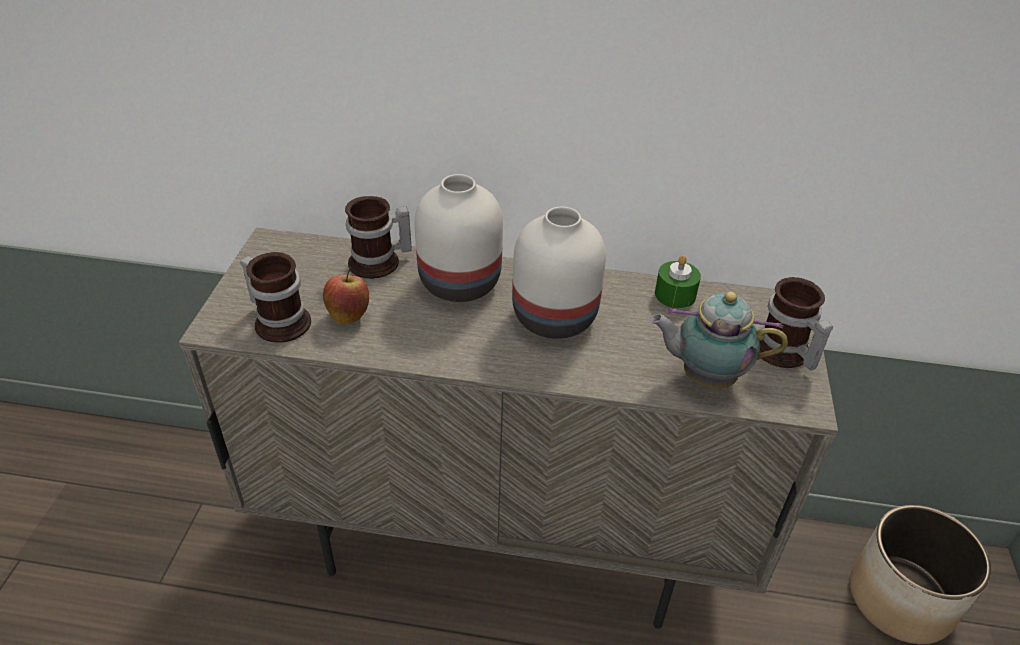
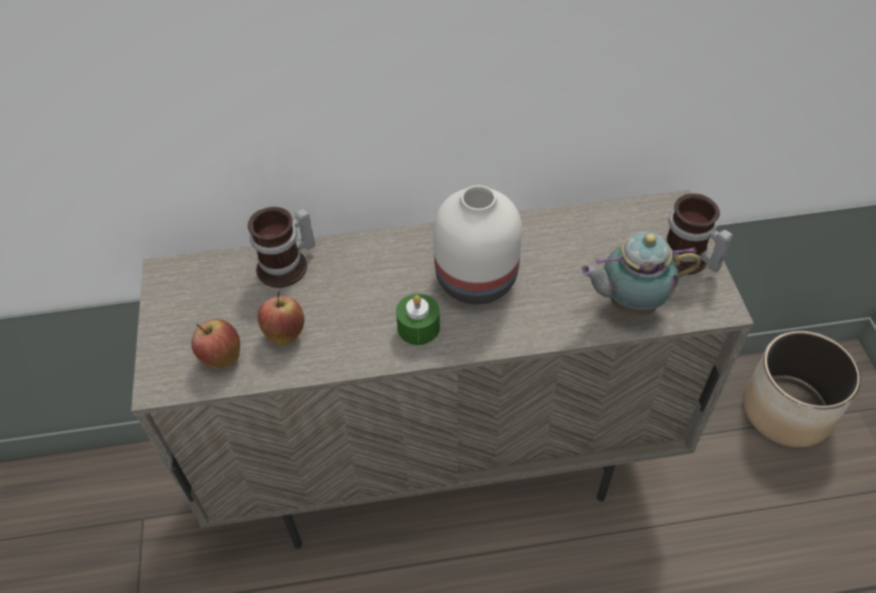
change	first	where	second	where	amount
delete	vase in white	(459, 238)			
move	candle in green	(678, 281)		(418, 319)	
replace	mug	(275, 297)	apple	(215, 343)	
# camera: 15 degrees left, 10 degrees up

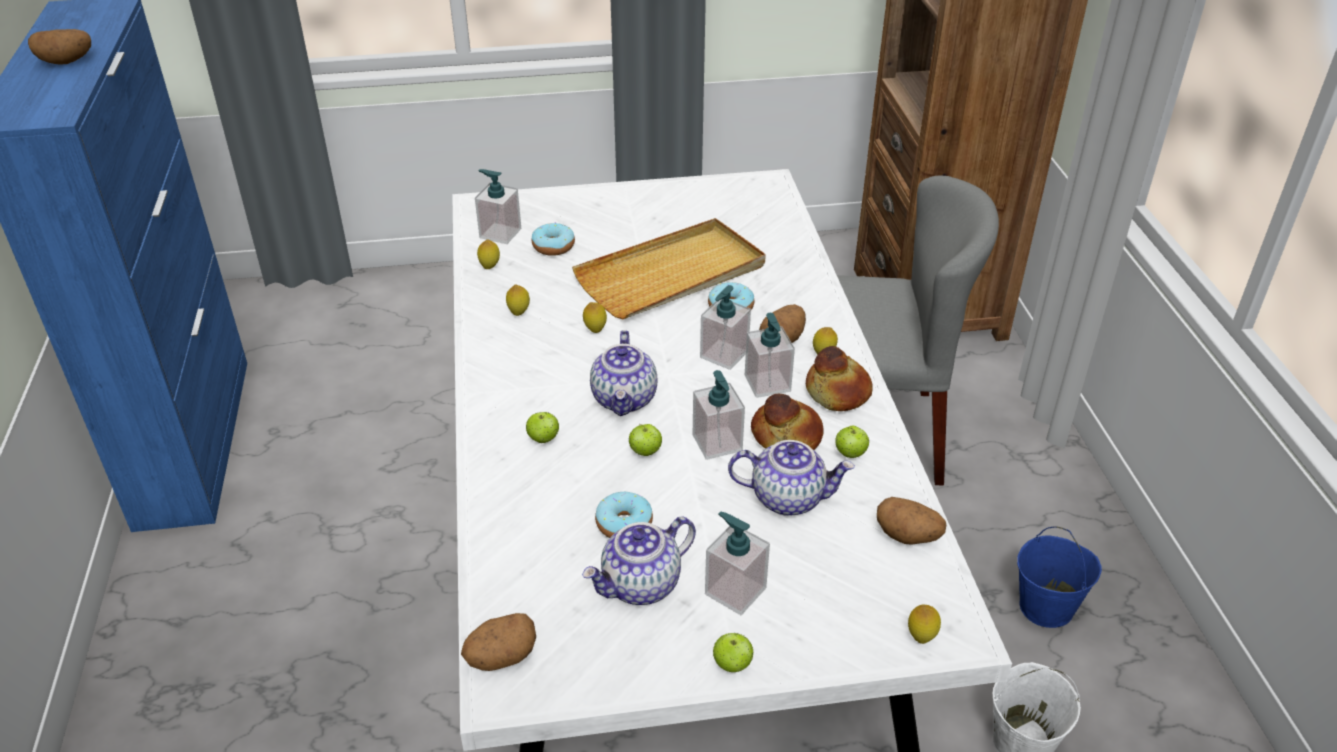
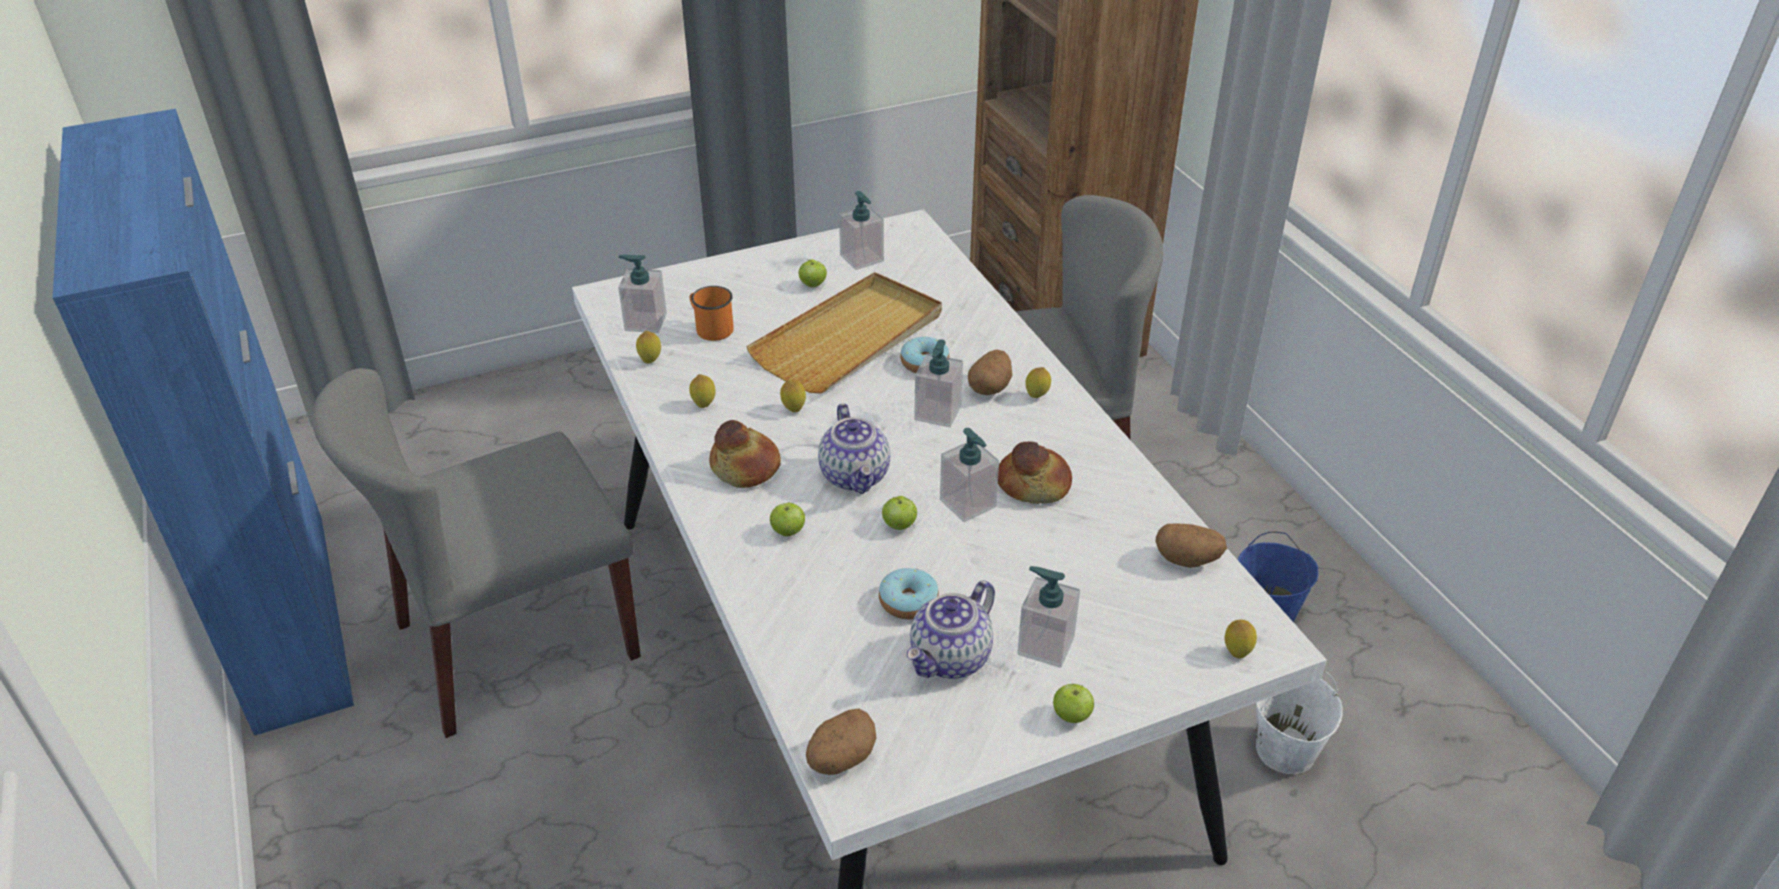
change	first	where	second	where	amount
delete	potato	(59, 47)			
delete	teapot	(791, 478)			
insert			chair in grey	(476, 553)	
move	soap dispenser	(770, 355)		(861, 230)	
move	bread	(839, 378)		(745, 454)	
move	apple	(852, 442)		(812, 273)	
replace	donut	(553, 239)	mug in orange	(712, 313)	
# camera: 15 degrees left, 0 degrees up

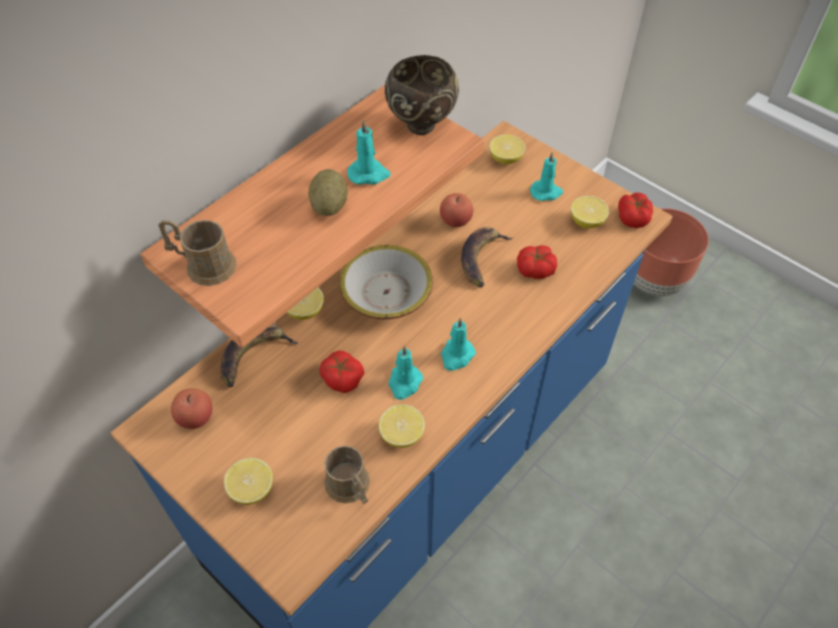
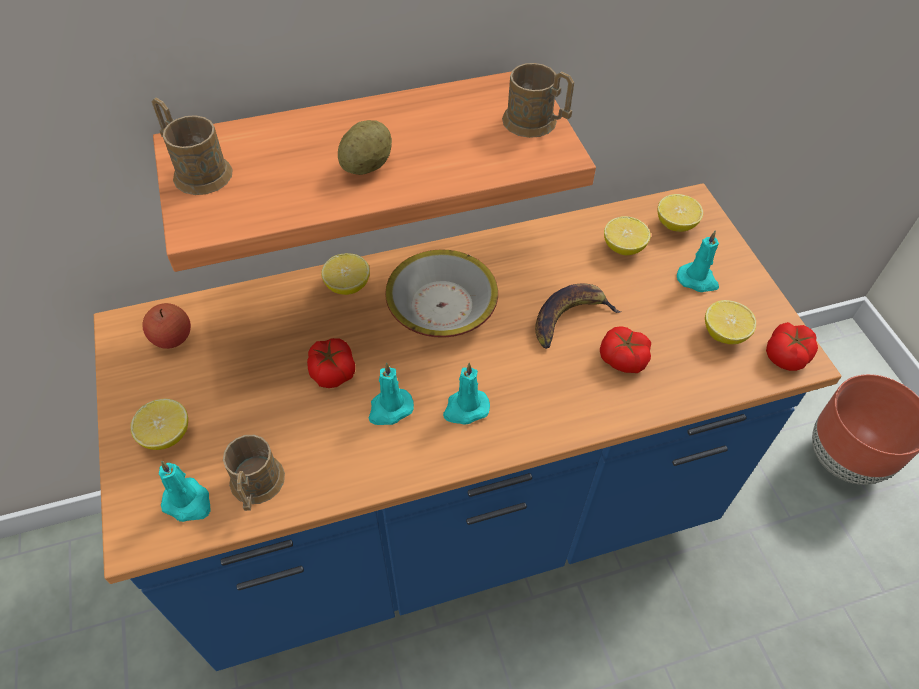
change	first	where	second	where	amount
delete	banana	(259, 355)			
delete	apple	(456, 210)			
move	candle in turquoise	(369, 152)		(184, 491)	
move	lemon	(402, 426)		(627, 235)	
replace	bowl in brown	(422, 95)	mug in brown	(538, 100)	
# camera: 30 degrees right, 0 degrees up

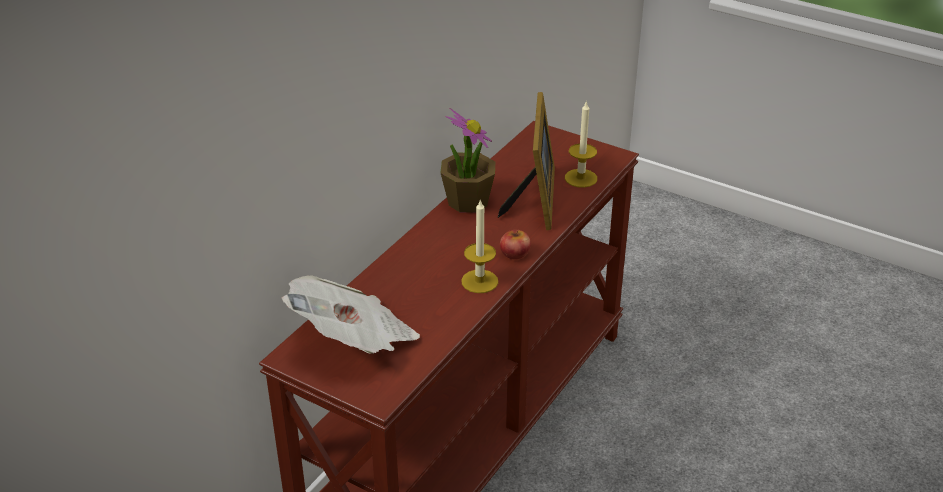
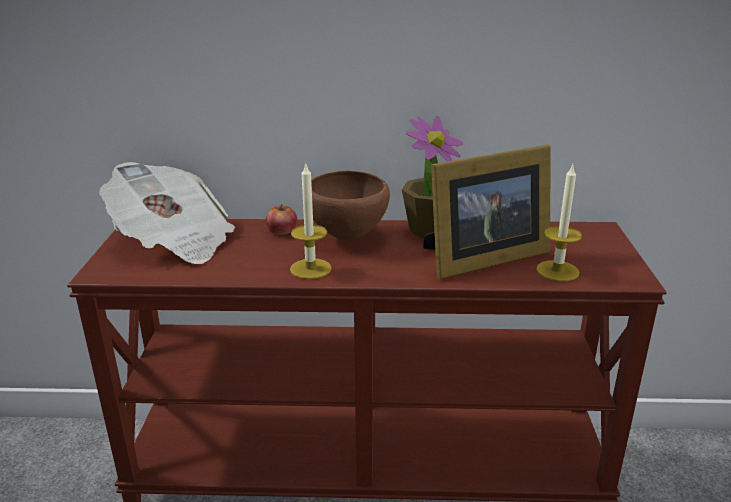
change	first	where	second	where	amount
insert			bowl in brown	(350, 206)	
move	apple	(515, 244)		(281, 220)	
# camera: 60 degrees right, 10 degrees down

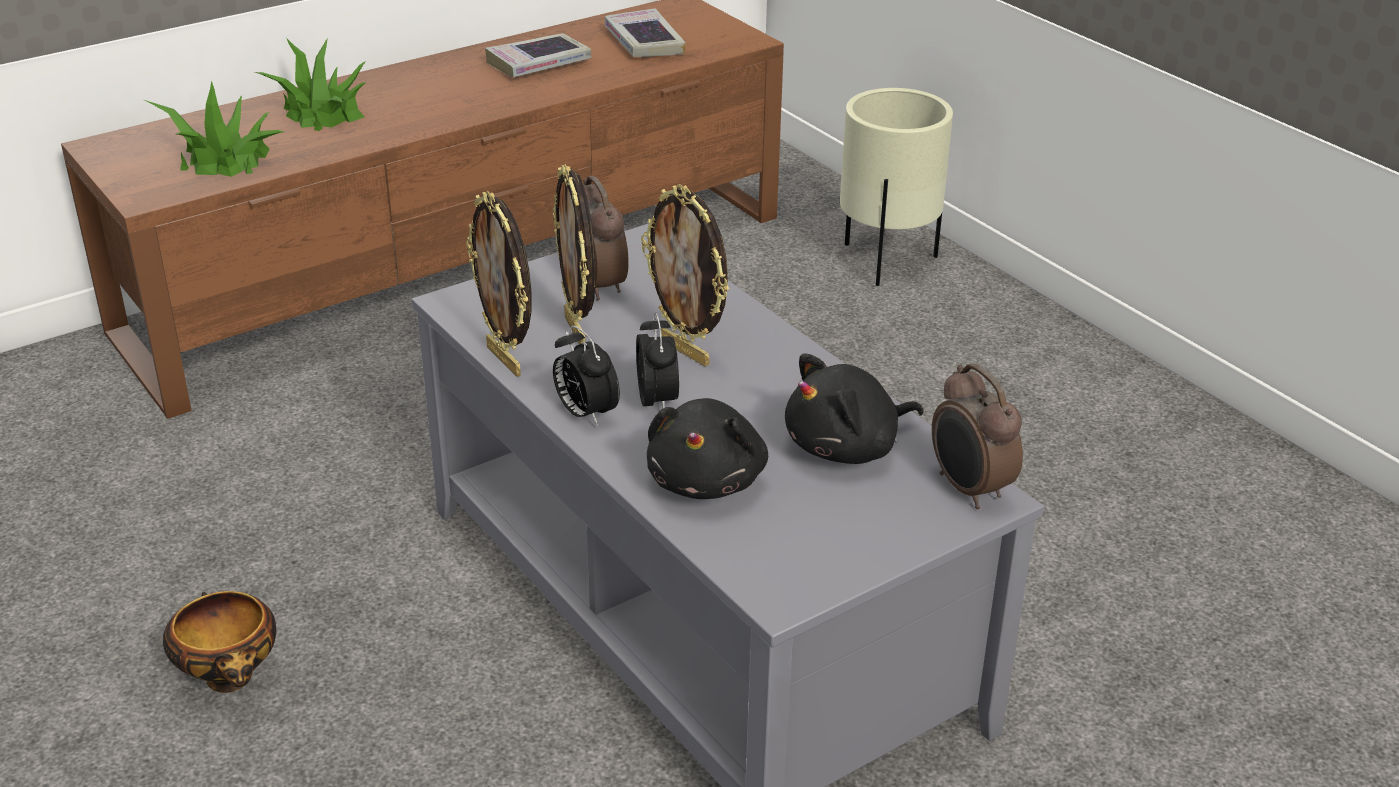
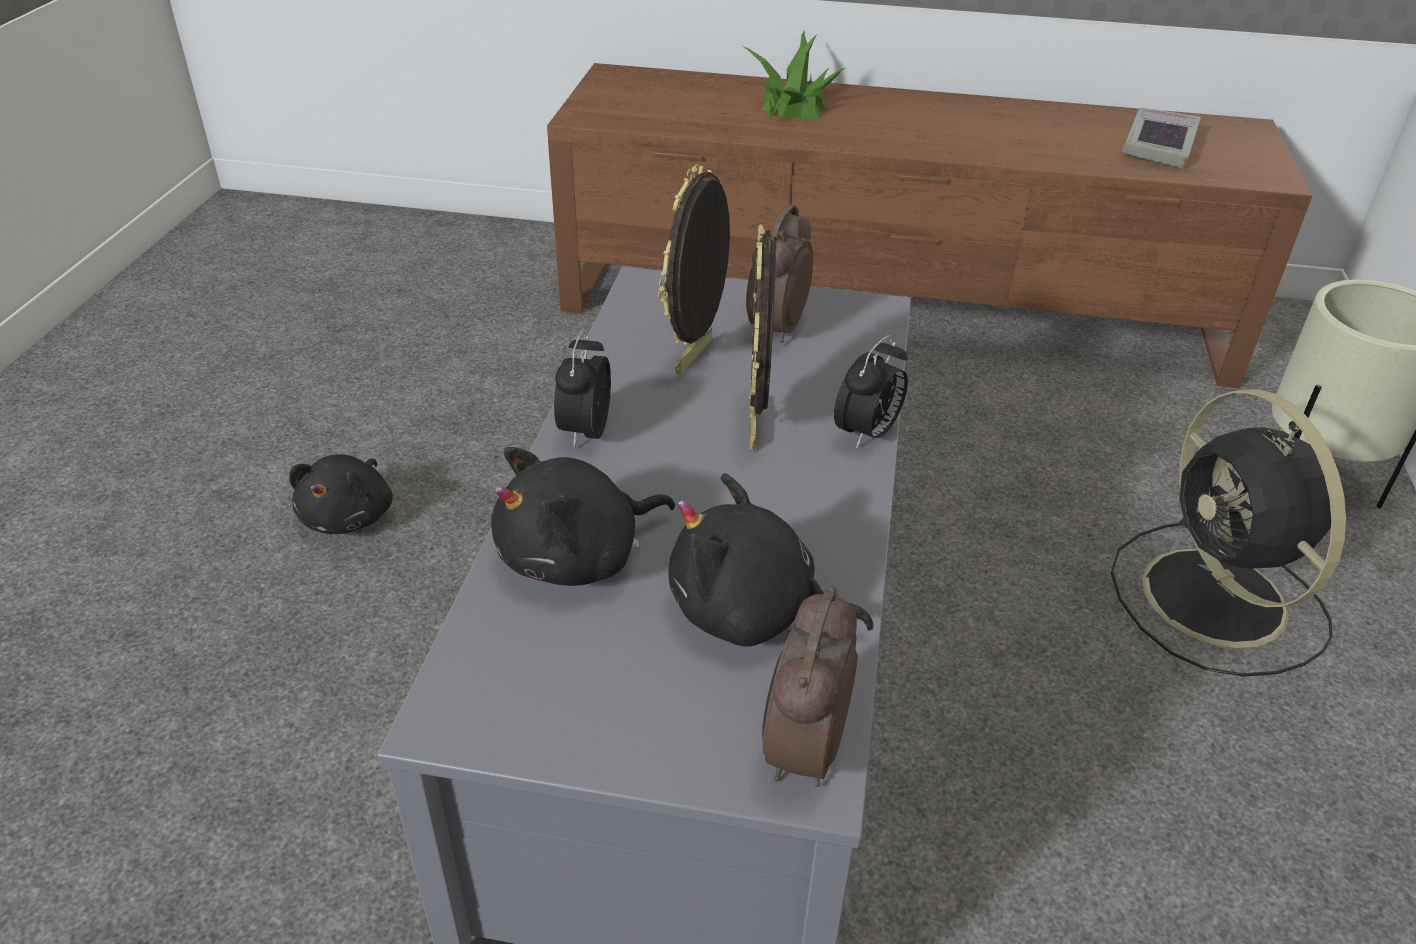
change	first	where	second	where	amount
delete	potted plant	(214, 129)			
delete	picture frame	(499, 284)			
delete	book	(538, 55)			
insert			fan in black	(1228, 533)	
move	alarm clock	(657, 360)		(871, 391)	
replace	bowl	(219, 642)	plush toy in black	(341, 494)	
# camera: 45 degrees right, 5 degrees up

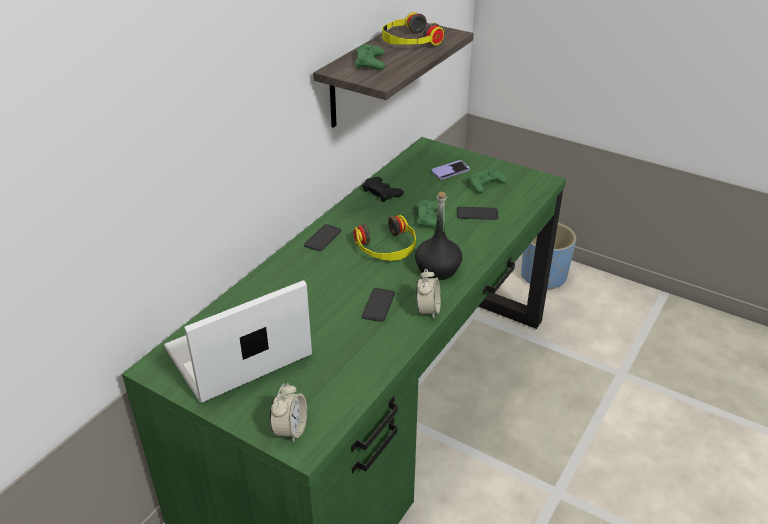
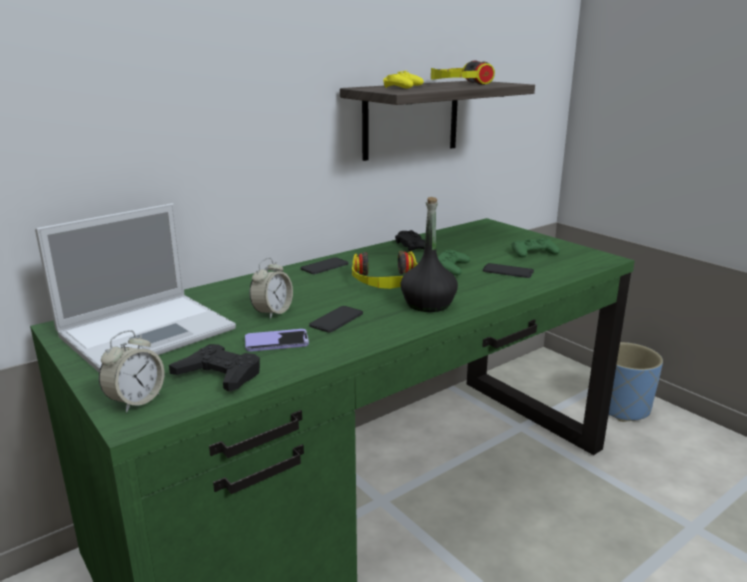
change	first	where	second	where	amount
insert			game controller in black	(214, 367)	
move	alarm clock	(428, 293)		(271, 288)	
move	phone	(450, 170)		(277, 340)	
recolor	game controller in green	(370, 57)	game controller in yellow	(403, 79)	
rotate	laptop	(238, 341)		(135, 287)	150 degrees clockwise
# camera: 20 degrees right, 15 degrees down

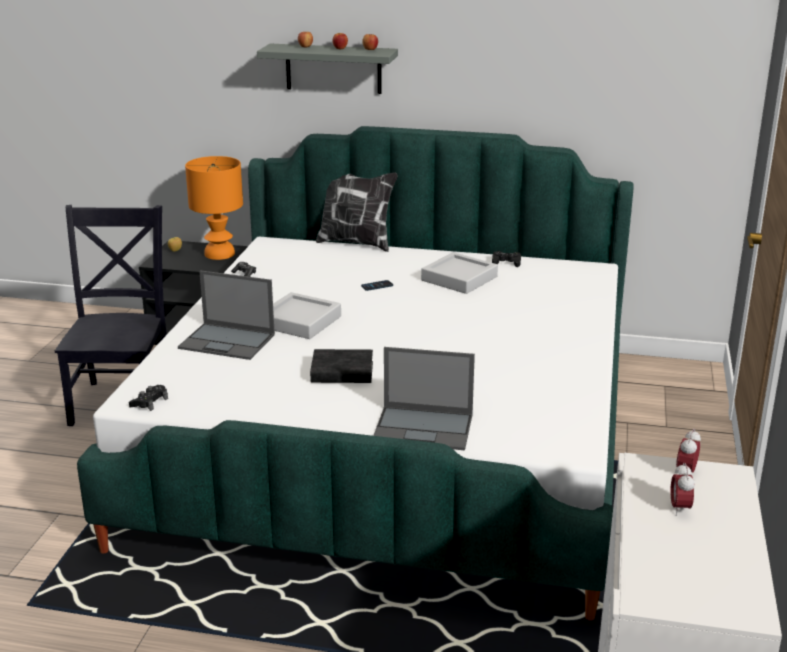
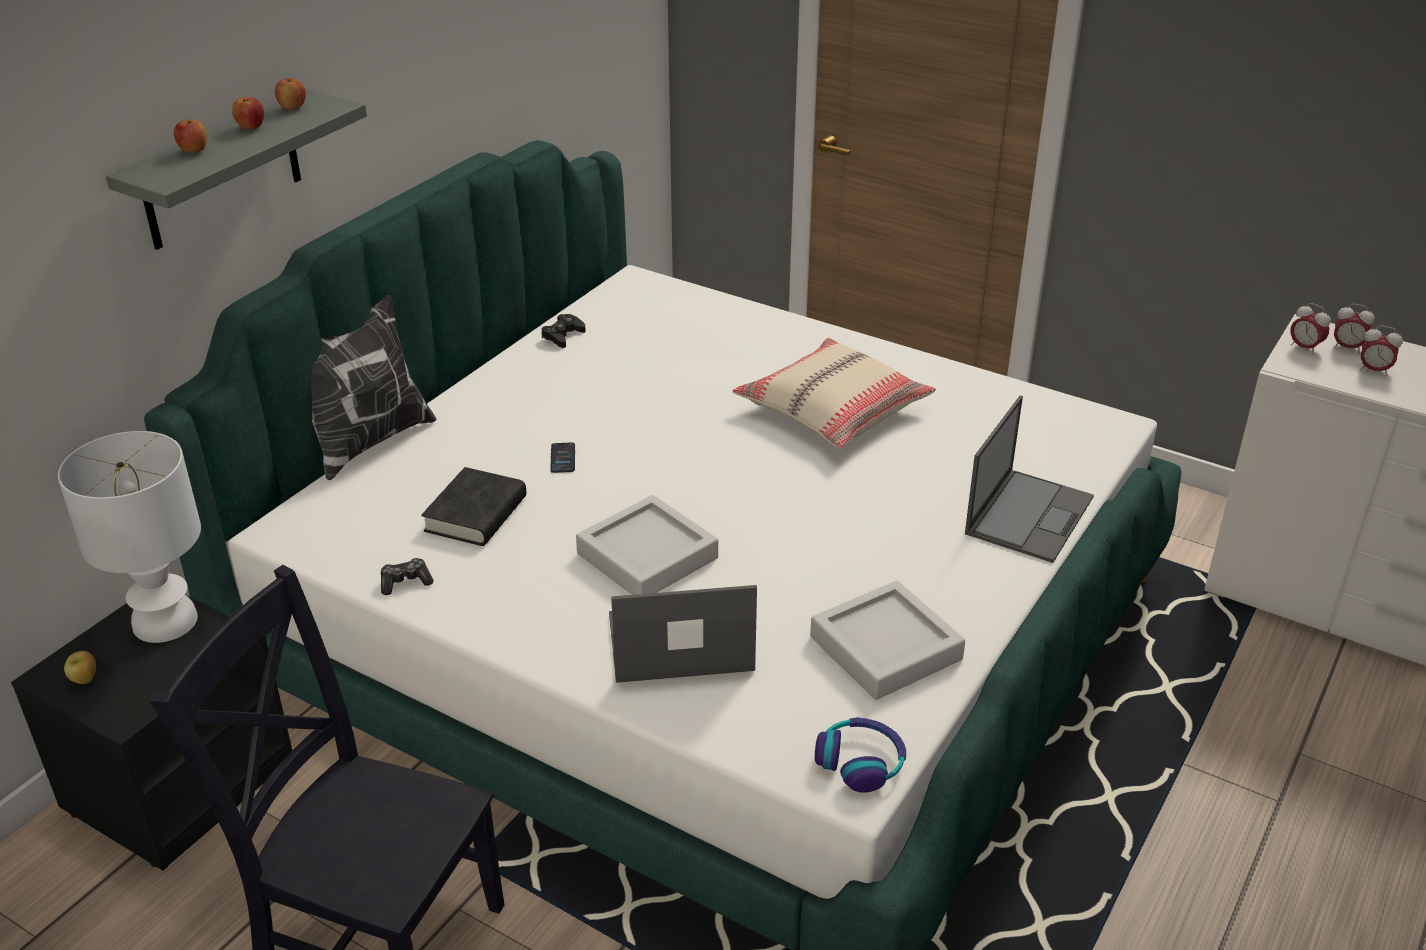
change	first	where	second	where	amount
insert			pillow in beige	(834, 393)	
insert			alarm clock	(1354, 328)	
move	book in black	(341, 366)		(474, 506)	
move	tray in grey	(459, 273)		(887, 640)	
replace	game controller in black	(148, 398)	headphones	(860, 755)	
recolor	table lamp in orange	(214, 208)	table lamp in white	(129, 537)	
rotate	laptop	(226, 315)		(683, 634)	135 degrees counterclockwise
# camera: 70 degrees left, 10 degrees up

